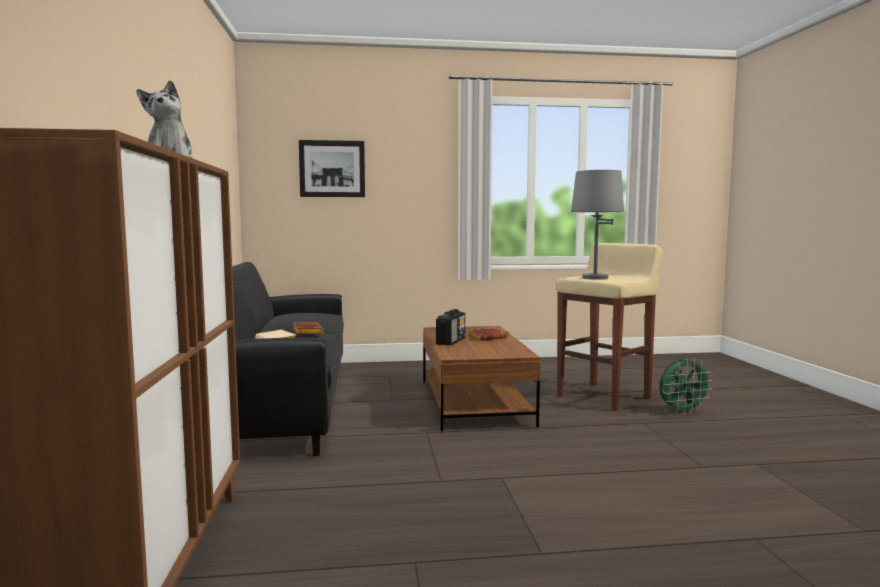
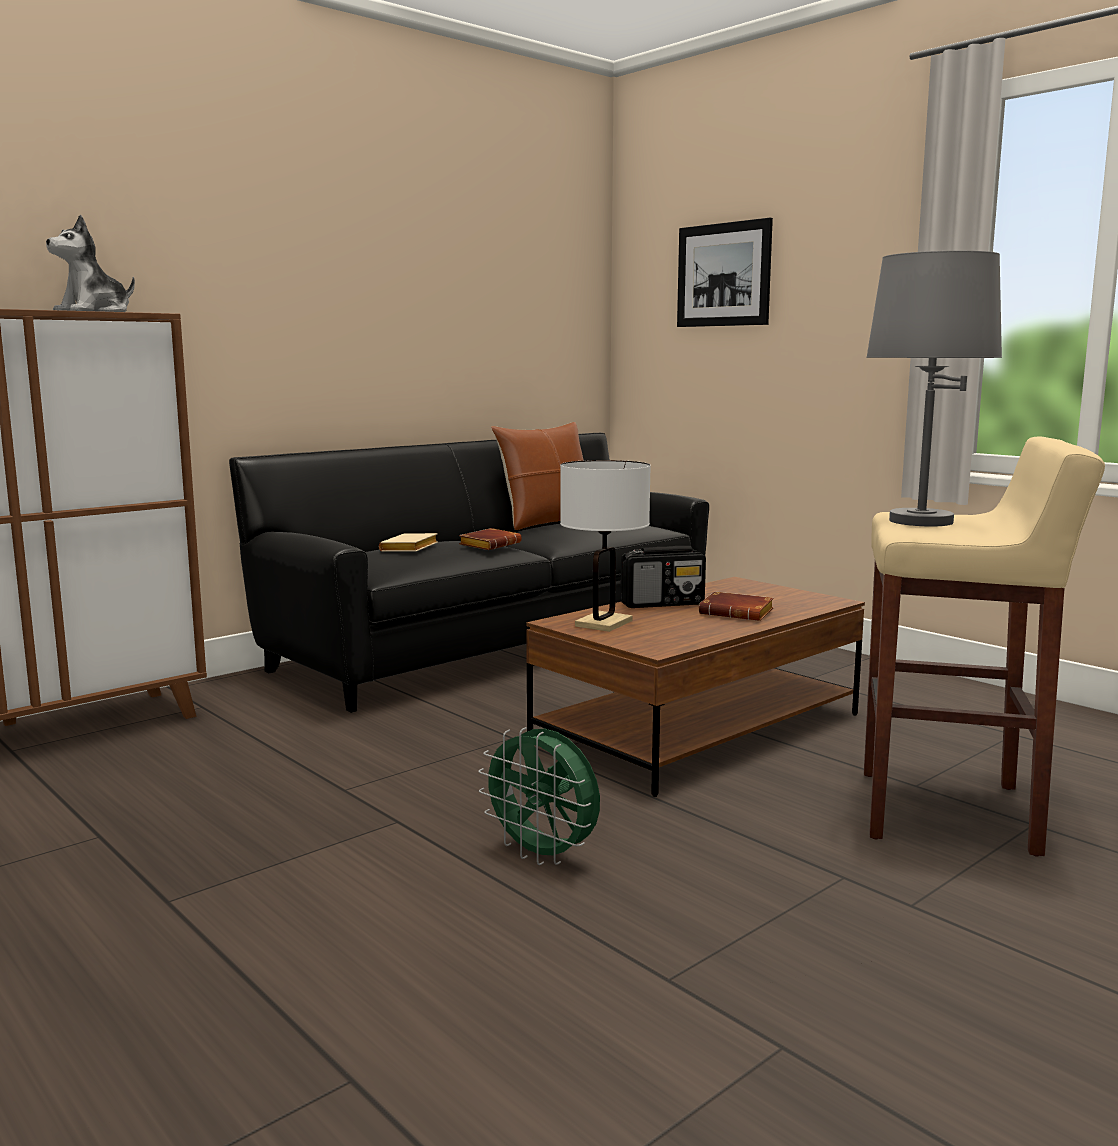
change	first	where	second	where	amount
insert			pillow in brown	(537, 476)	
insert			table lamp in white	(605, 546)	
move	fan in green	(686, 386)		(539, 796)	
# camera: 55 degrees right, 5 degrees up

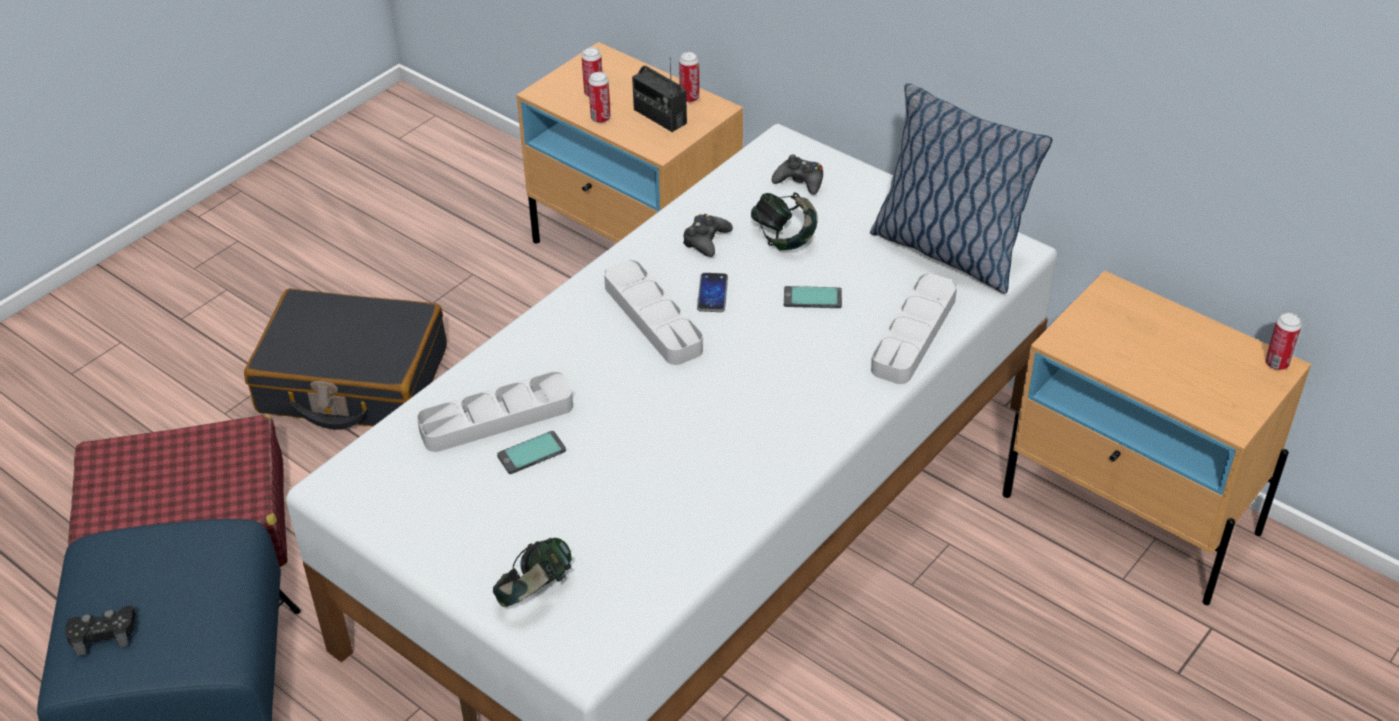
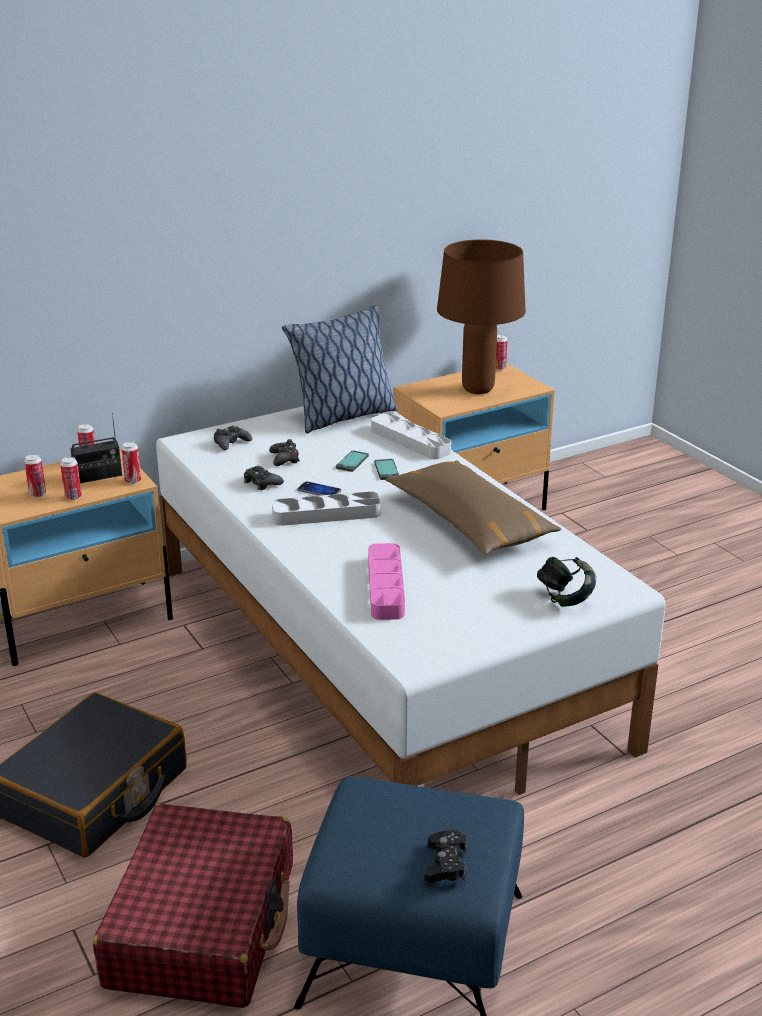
change	first	where	second	where	amount
insert			can	(131, 462)	
insert			pillow in brown	(473, 508)	
insert			table lamp in brown	(481, 317)	
move	phone	(531, 452)		(386, 469)	
replace	headphones	(784, 221)	game controller in black	(284, 452)	
recolor	tray in grey	(495, 412)	tray in pink	(386, 581)	
# camera: 70 degrees left, 15 degrees down

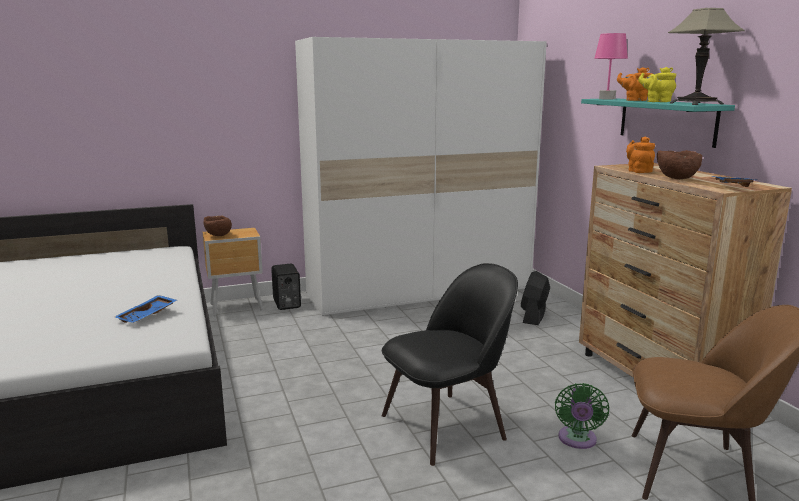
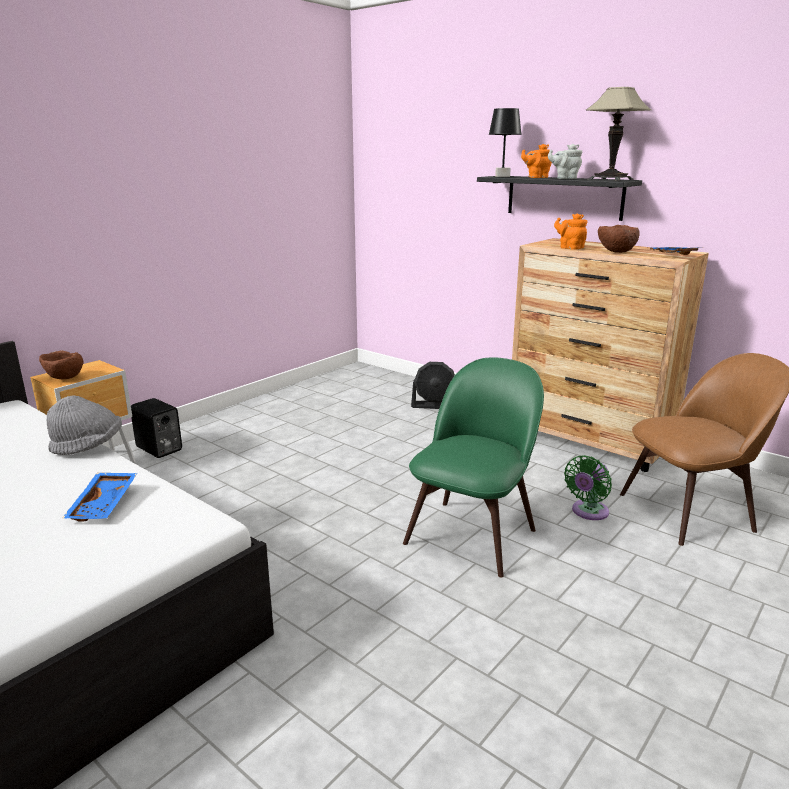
change	first	where	second	where	amount
delete	wardrobe in white	(421, 176)			
insert			hat in grey	(84, 425)	
recolor	chair in black	(450, 364)	chair in green	(473, 467)	
recolor	shelf in turquoise	(658, 123)	shelf in black	(559, 198)	
recolor	table lamp in pink	(611, 66)	table lamp in black	(505, 142)	
recolor	teapot in yellow	(657, 84)	teapot in grey	(565, 161)	
rotate	fan in black	(535, 298)		(433, 385)	75 degrees counterclockwise
rotate	fan in green	(582, 416)		(588, 487)	60 degrees clockwise
# camera: 30 degrees left, 5 degrees up

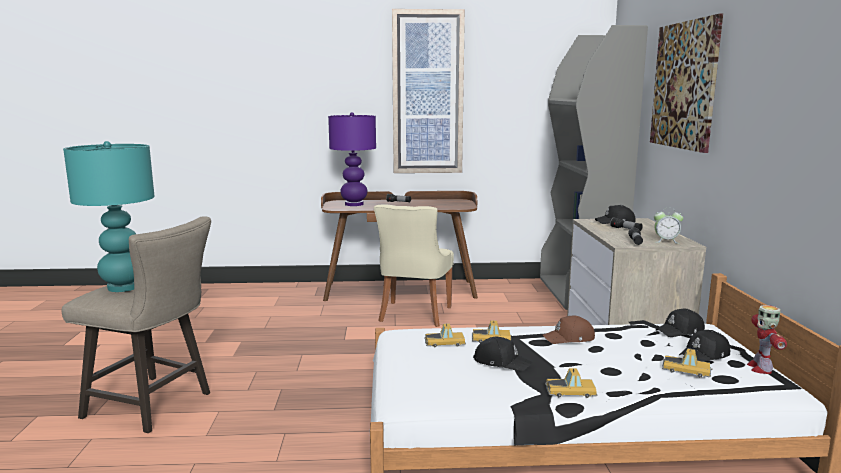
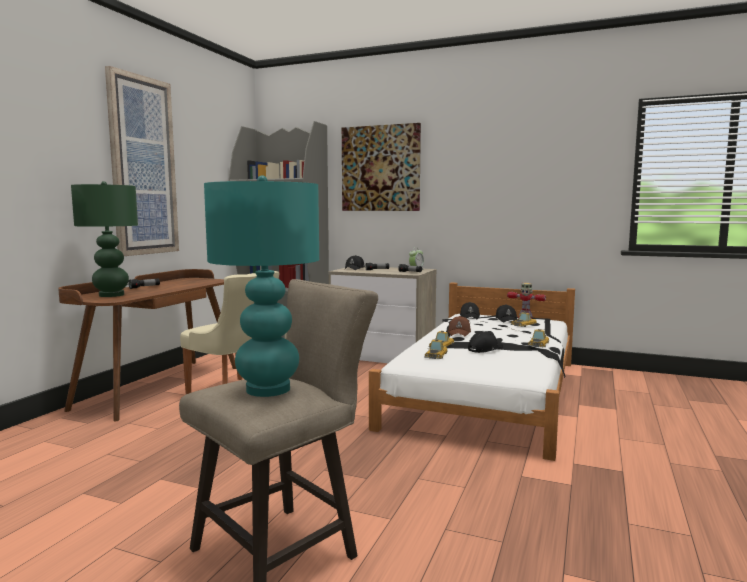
change	first	where	second	where	amount
recolor	table lamp in purple	(352, 159)	table lamp in green	(104, 239)	
# camera: 65 degrees left, 5 degrees down

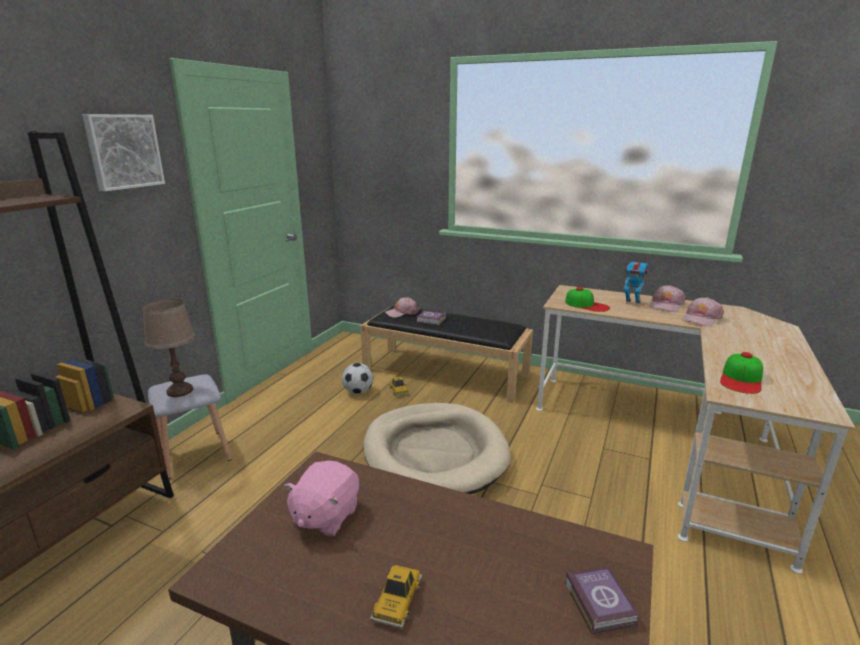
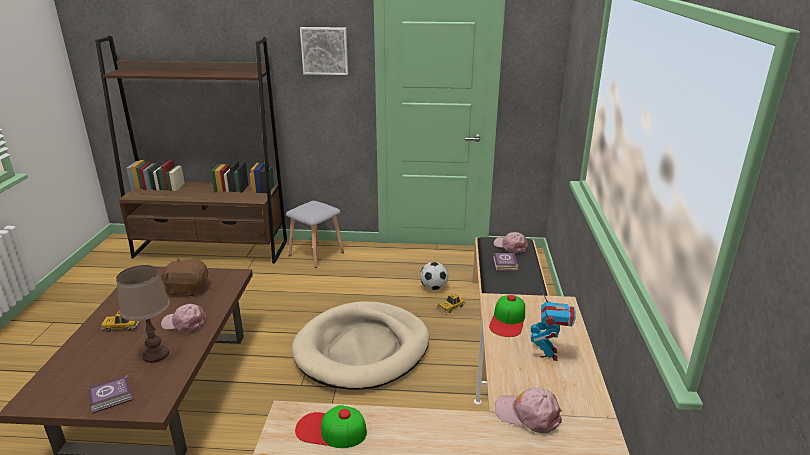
change	first	where	second	where	amount
move	table lamp in brown	(168, 347)		(143, 314)	
move	cap in pink	(668, 298)		(183, 318)	
recolor	plush toy in pink	(321, 499)	plush toy in brown	(184, 277)	
# camera: 70 degrees right, 5 degrees up

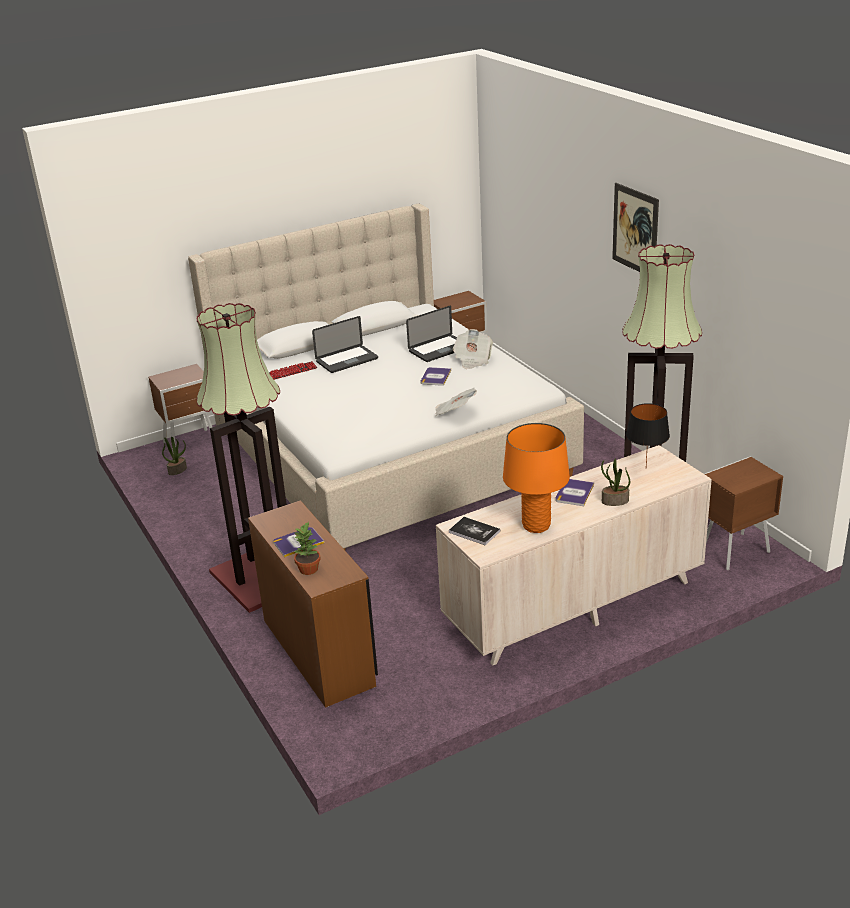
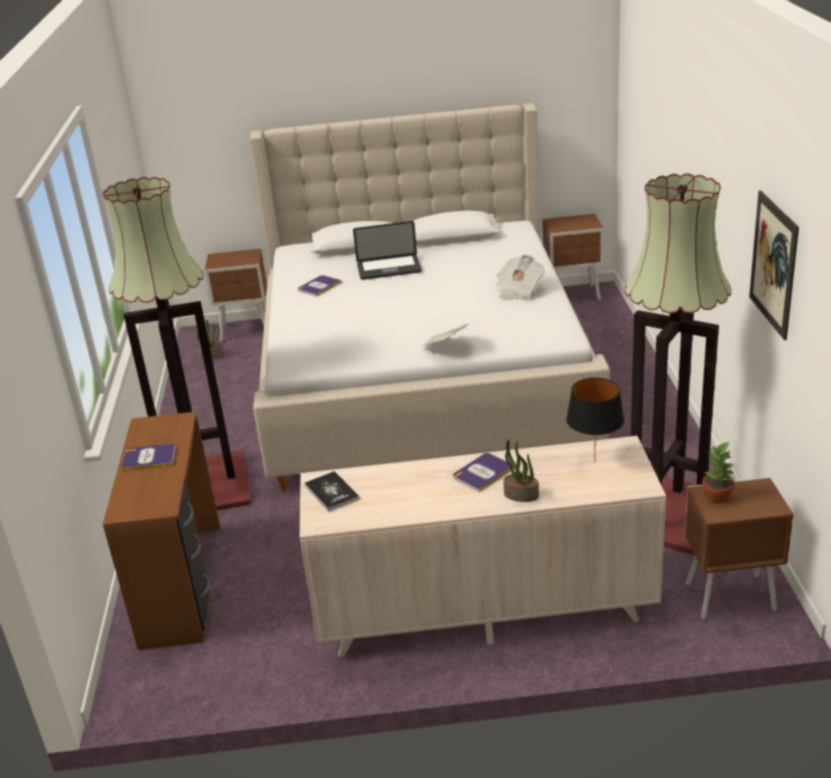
change	first	where	second	where	amount
delete	keyboard	(293, 370)			
delete	laptop	(431, 334)			
delete	table lamp in orange	(536, 478)			
move	potted plant	(307, 548)		(718, 472)	
move	book	(435, 376)		(320, 286)	
move	picture	(635, 227)		(774, 265)	
# camera: 25 degrees right, 0 degrees up

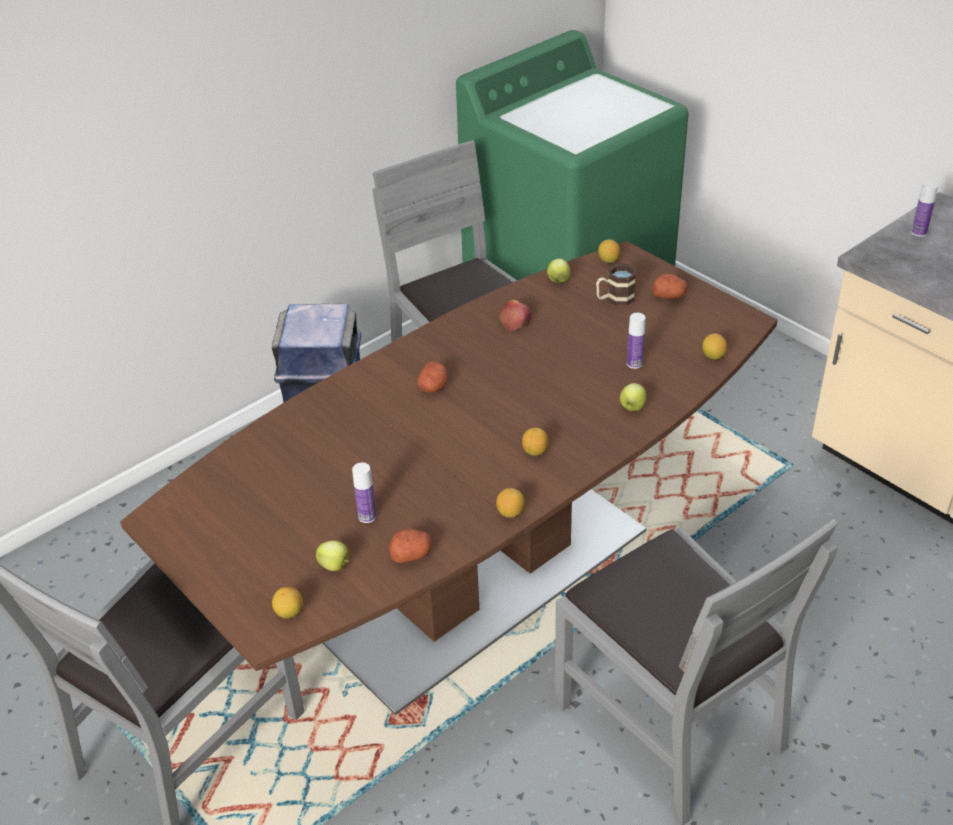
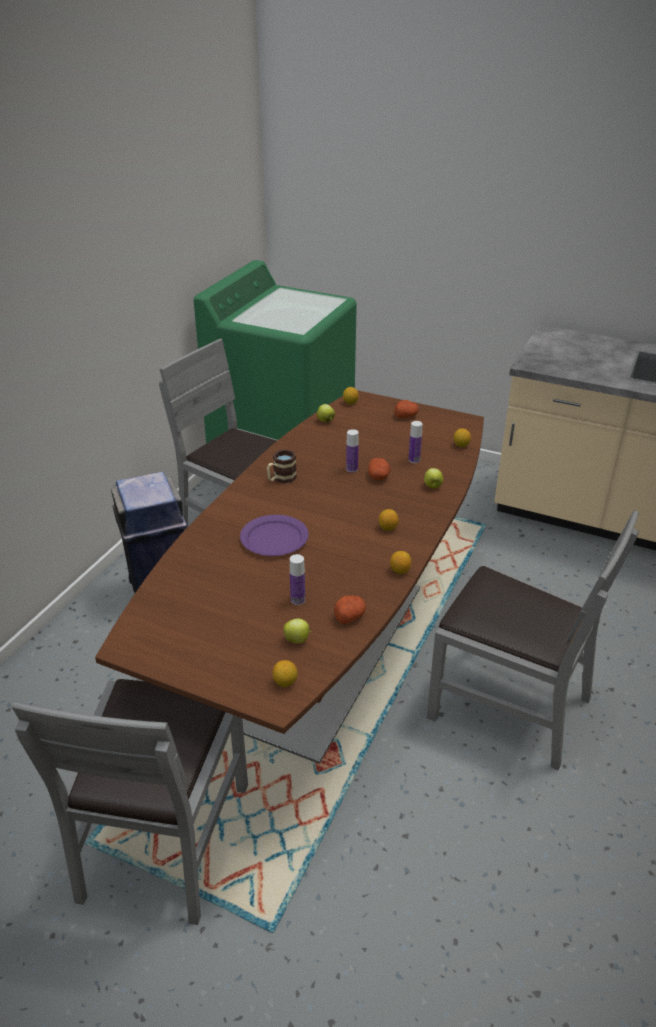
change	first	where	second	where	amount
delete	apple	(515, 315)			
insert			plate in purple	(274, 535)	
move	potato	(432, 377)		(379, 469)	
move	mug	(616, 285)		(282, 466)	
move	bottle	(924, 209)		(352, 450)	
# camera: 25 degrees left, 5 degrees down

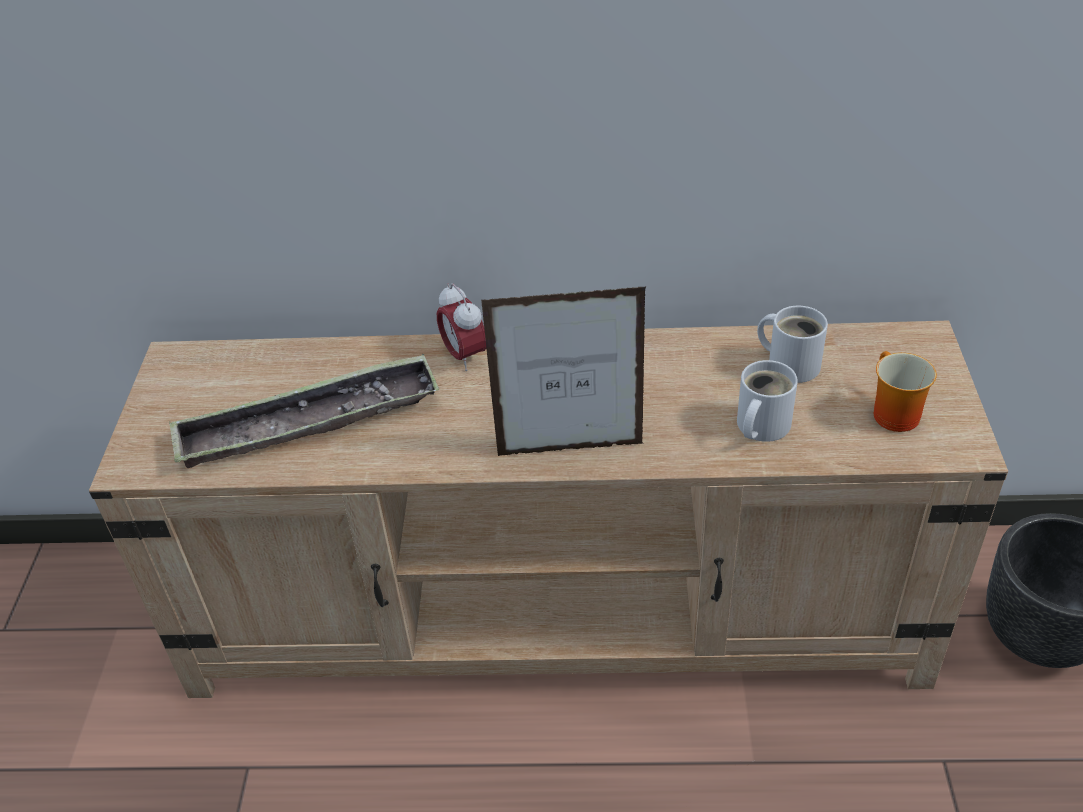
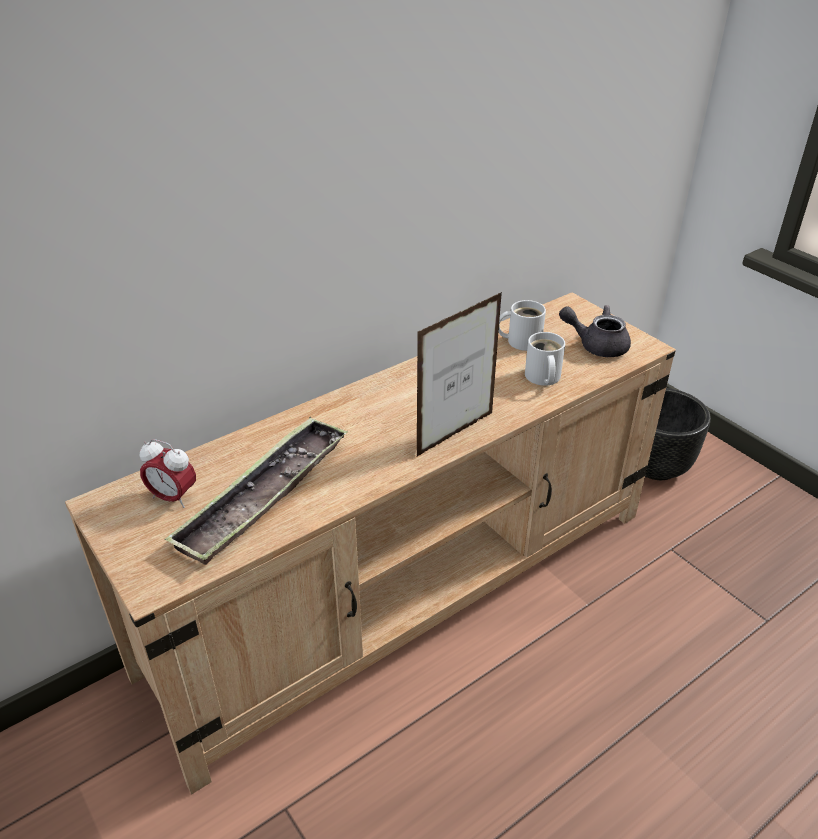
change	first	where	second	where	amount
move	alarm clock	(461, 327)		(168, 473)	
replace	mug	(905, 391)	teapot in grey	(595, 331)	
# camera: 40 degrees left, 5 degrees down

